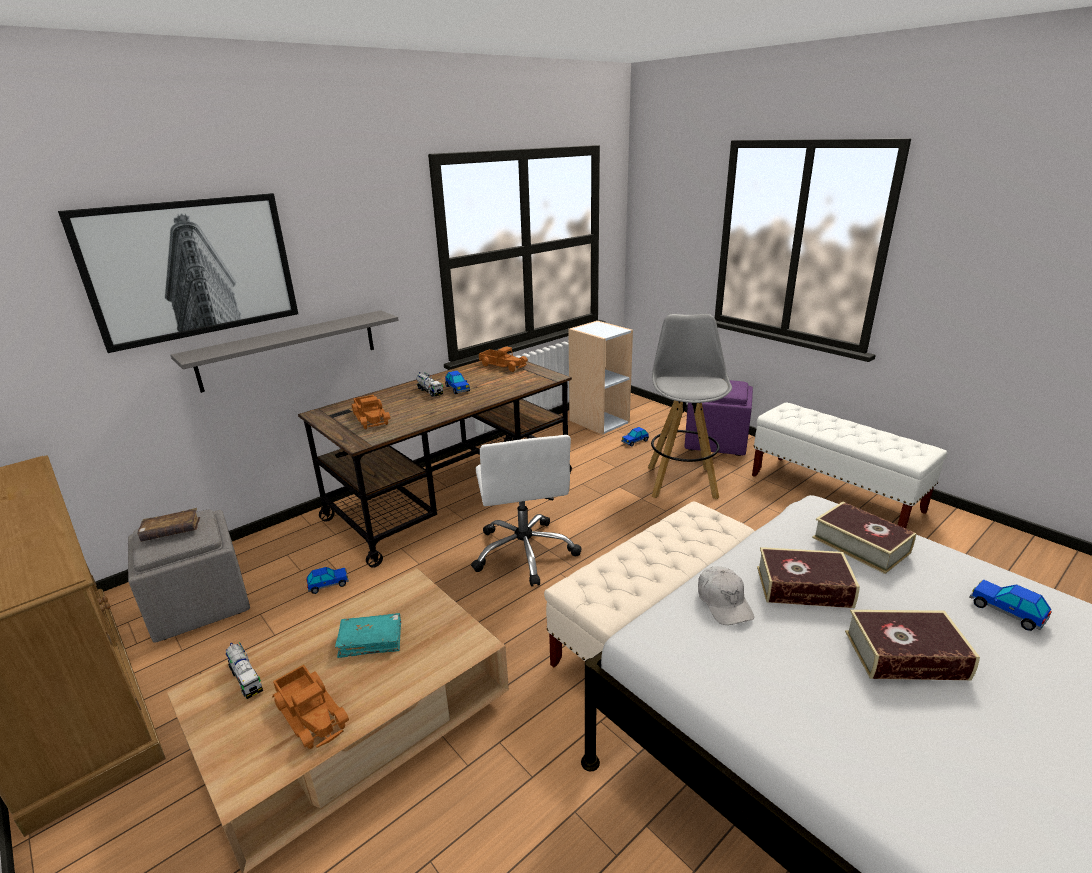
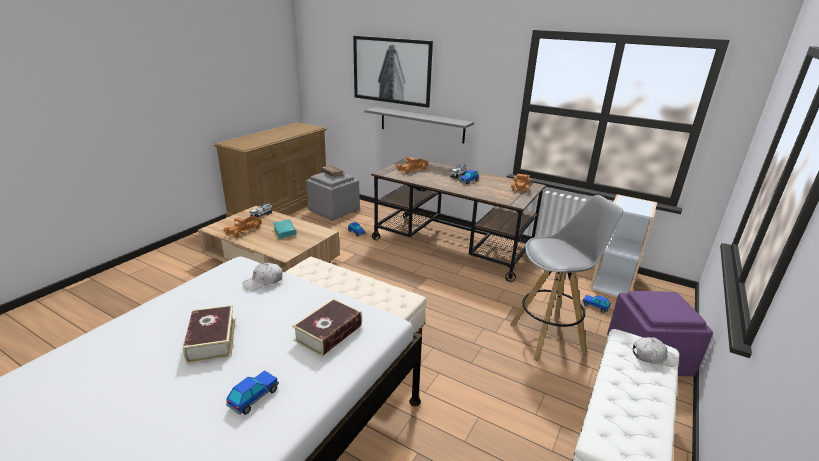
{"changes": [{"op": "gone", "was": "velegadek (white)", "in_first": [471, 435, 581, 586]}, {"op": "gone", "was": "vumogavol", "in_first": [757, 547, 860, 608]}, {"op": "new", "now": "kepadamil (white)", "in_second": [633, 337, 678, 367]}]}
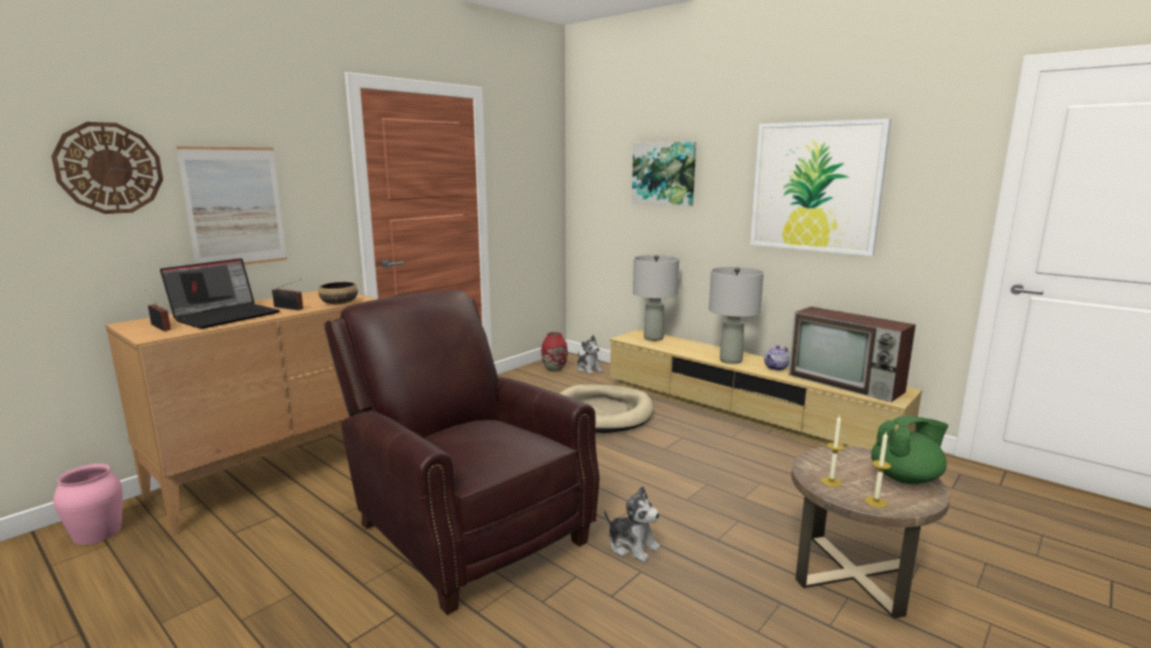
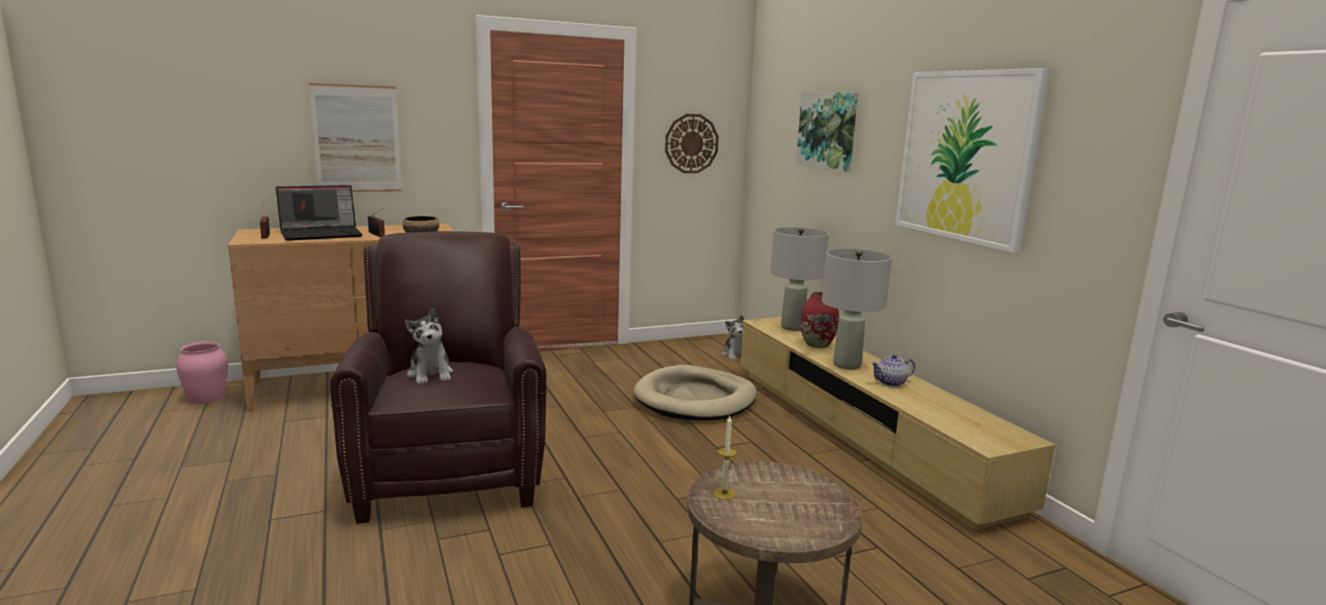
{"changes": [{"op": "shifted", "was": "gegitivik", "in_first": [51, 122, 163, 214], "in_second": [665, 114, 719, 173]}, {"op": "shifted", "was": "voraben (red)", "in_first": [541, 332, 568, 372], "in_second": [800, 292, 839, 348]}, {"op": "shifted", "was": "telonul", "in_first": [604, 486, 661, 562], "in_second": [405, 309, 453, 384]}, {"op": "gone", "was": "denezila", "in_first": [789, 306, 916, 402]}, {"op": "gone", "was": "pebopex", "in_first": [865, 432, 891, 508]}, {"op": "gone", "was": "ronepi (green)", "in_first": [871, 416, 948, 484]}]}
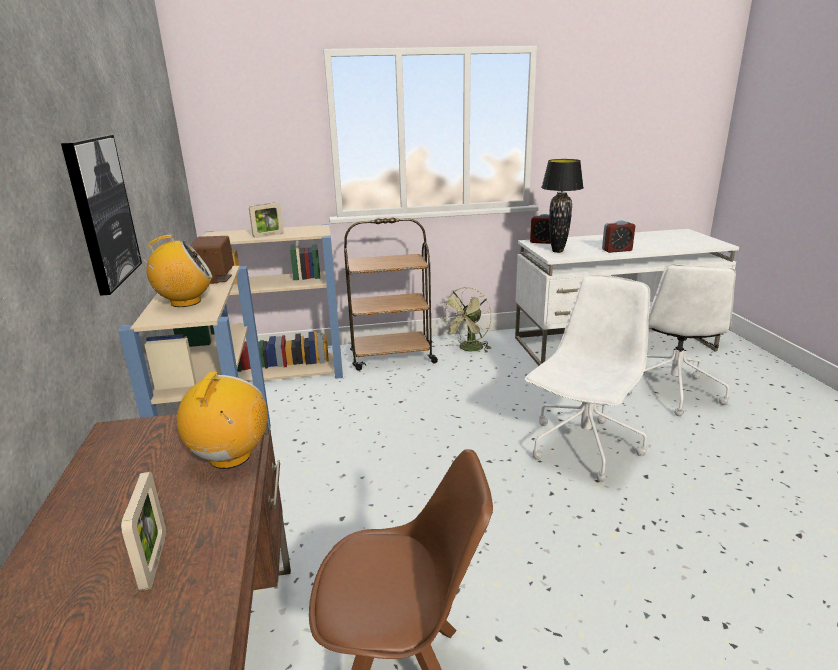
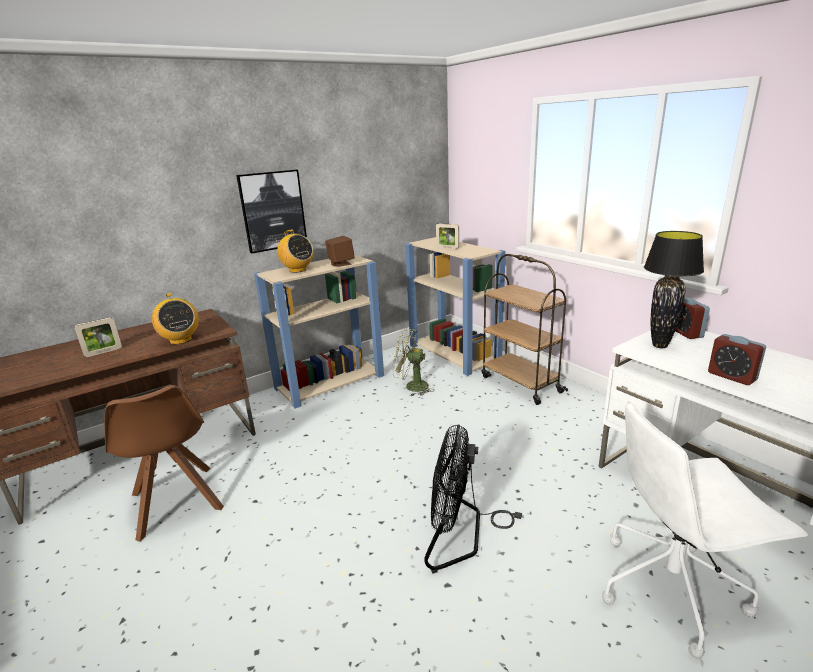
{"changes": [{"op": "rotated", "was": "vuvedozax", "in_first": [177, 372, 268, 469], "in_second": [152, 293, 199, 345], "clockwise": 75}, {"op": "shifted", "was": "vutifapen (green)", "in_first": [442, 287, 492, 353], "in_second": [393, 328, 434, 396]}, {"op": "swapped", "was": "velegadek (white)", "now": "vutifapen (black)", "in_first": [525, 275, 650, 482], "in_second": [424, 424, 524, 574]}]}
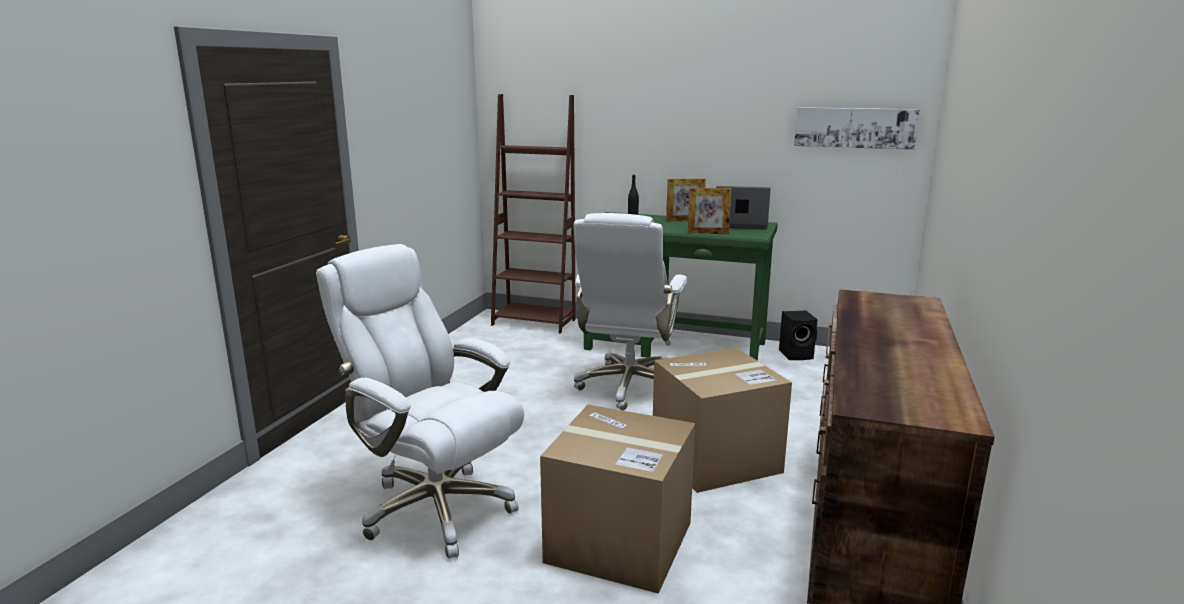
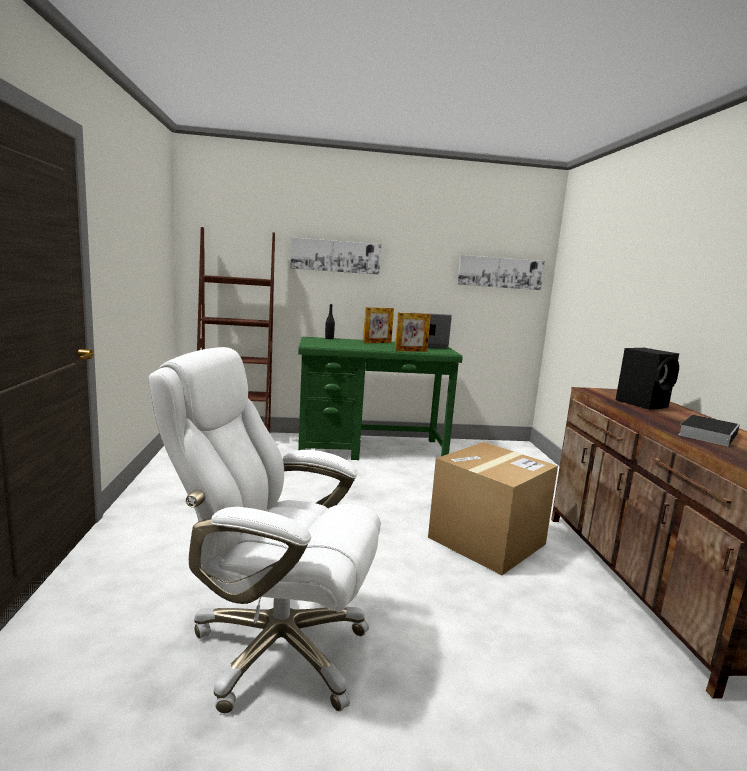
{"changes": [{"op": "gone", "was": "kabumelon", "in_first": [540, 405, 695, 594]}, {"op": "gone", "was": "velegadek (white)", "in_first": [574, 213, 687, 411]}, {"op": "shifted", "was": "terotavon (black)", "in_first": [779, 311, 818, 360], "in_second": [616, 348, 679, 410]}, {"op": "new", "now": "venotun", "in_second": [290, 237, 381, 275]}, {"op": "new", "now": "vumogavol", "in_second": [678, 415, 740, 446]}]}
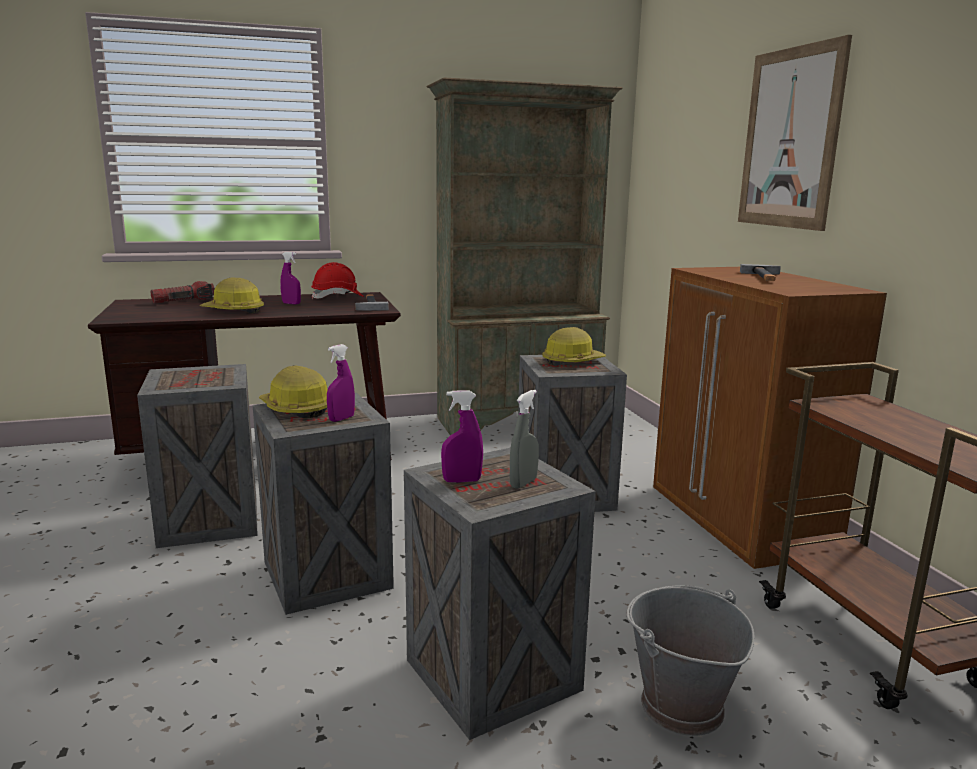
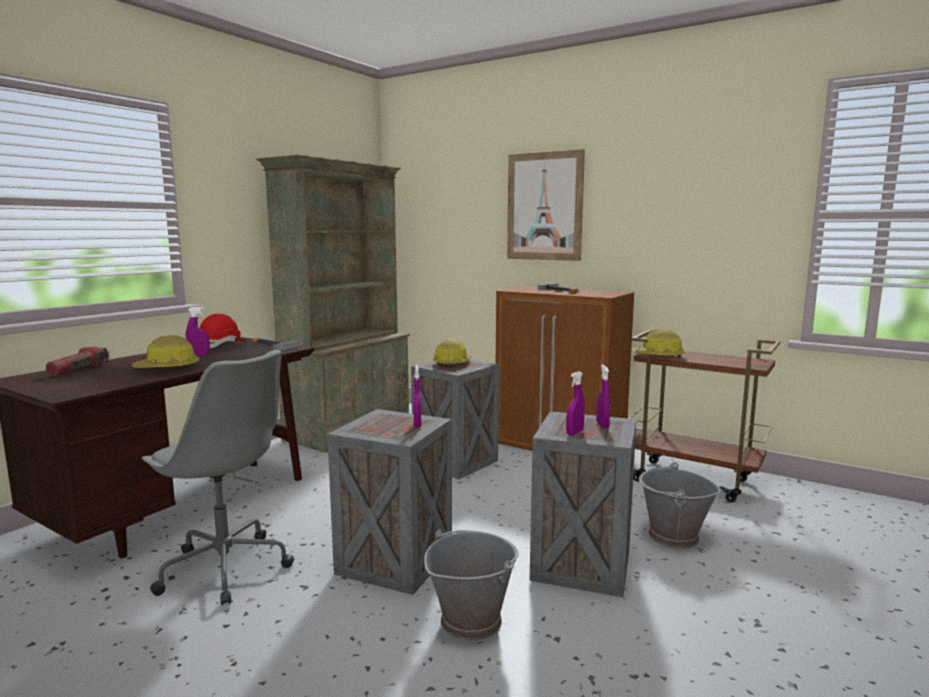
{"changes": [{"op": "swapped", "was": "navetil", "now": "velegadek (grey)", "in_first": [137, 364, 258, 548], "in_second": [141, 350, 294, 605]}, {"op": "shifted", "was": "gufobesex", "in_first": [259, 365, 328, 418], "in_second": [631, 329, 685, 358]}, {"op": "repainted", "was": "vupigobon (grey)", "now": "vupigobon (purple)", "in_first": [510, 390, 539, 489], "in_second": [596, 365, 610, 428]}, {"op": "new", "now": "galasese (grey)", "in_second": [424, 530, 519, 641]}]}
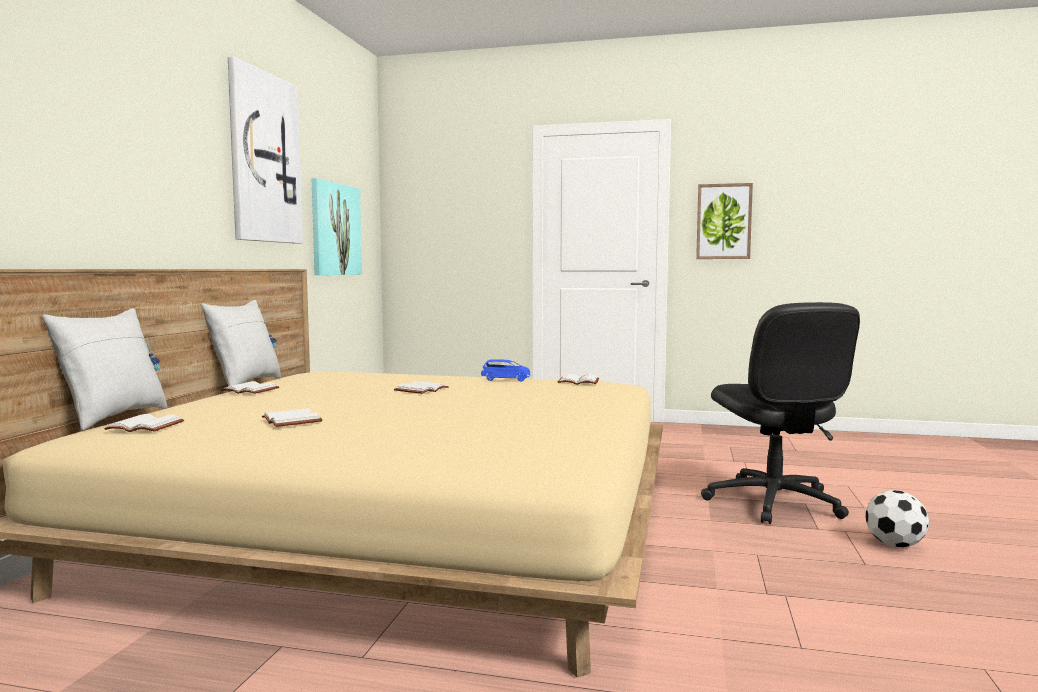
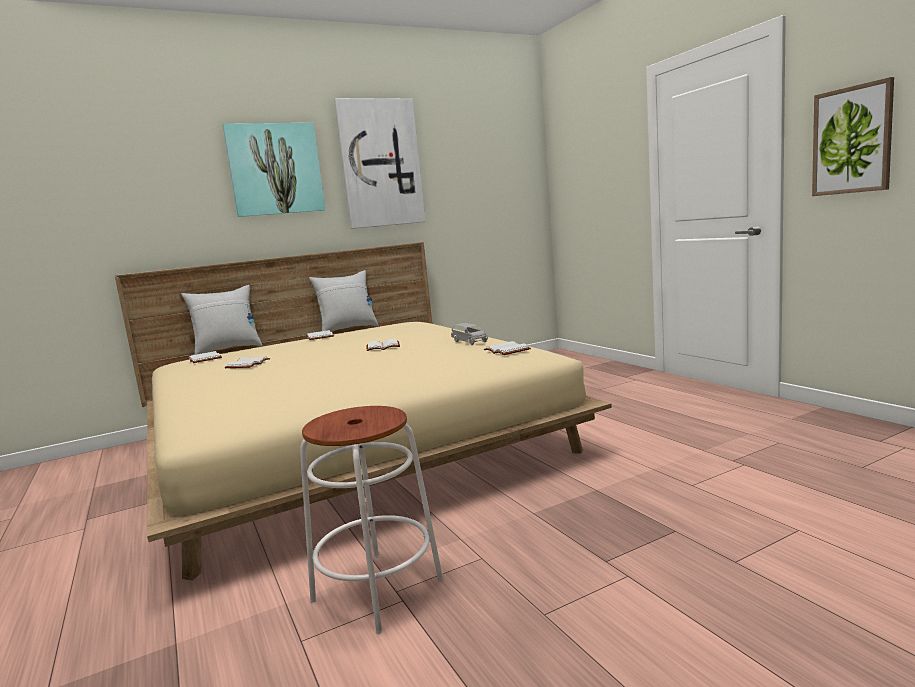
{"changes": [{"op": "shifted", "was": "venotun", "in_first": [312, 178, 362, 275], "in_second": [223, 123, 325, 217]}, {"op": "repainted", "was": "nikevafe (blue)", "now": "nikevafe (grey)", "in_first": [481, 359, 530, 381], "in_second": [451, 323, 488, 345]}, {"op": "gone", "was": "velegadek (black)", "in_first": [701, 302, 860, 524]}, {"op": "gone", "was": "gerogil", "in_first": [865, 490, 929, 548]}, {"op": "new", "now": "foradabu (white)", "in_second": [301, 406, 443, 634]}]}
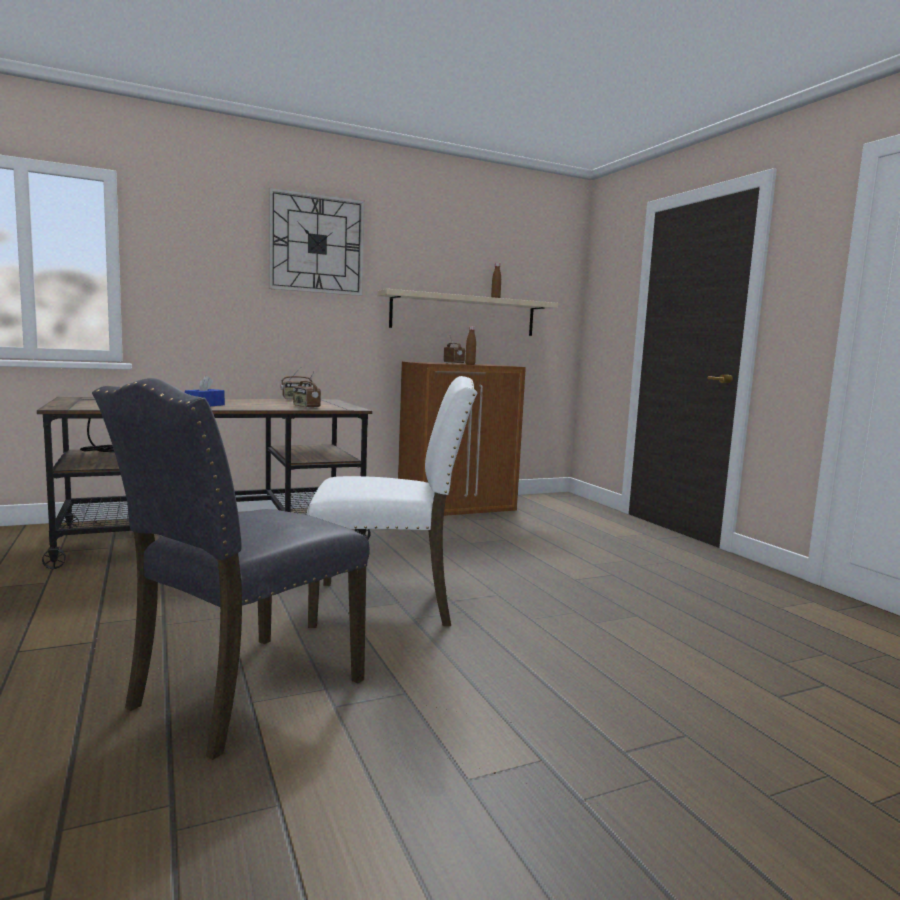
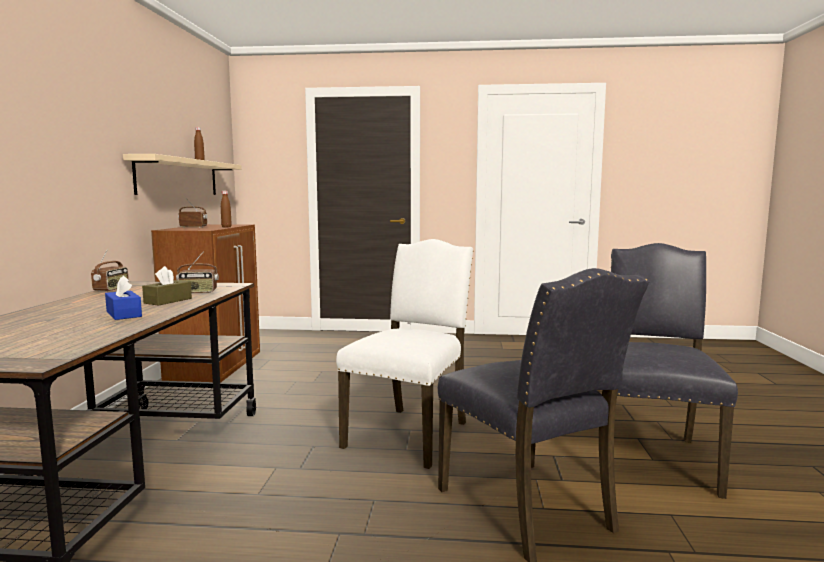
{"changes": [{"op": "gone", "was": "gegitivik", "in_first": [269, 187, 365, 296]}, {"op": "new", "now": "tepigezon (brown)", "in_second": [142, 266, 192, 306]}, {"op": "new", "now": "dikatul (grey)", "in_second": [611, 243, 738, 499]}]}
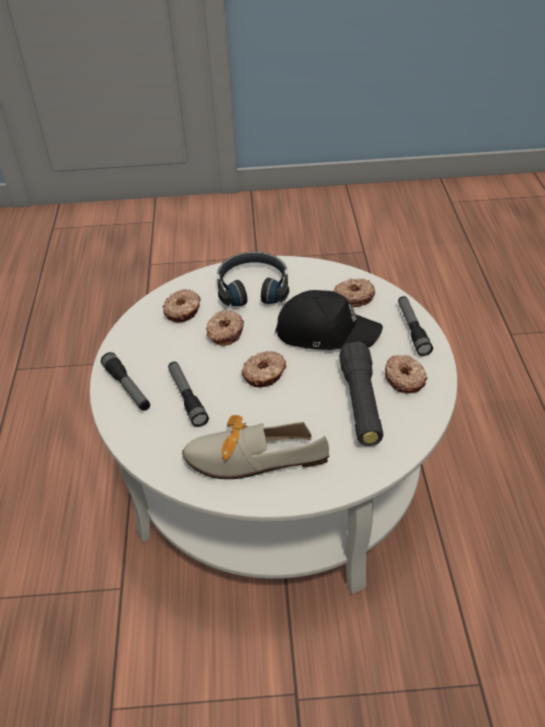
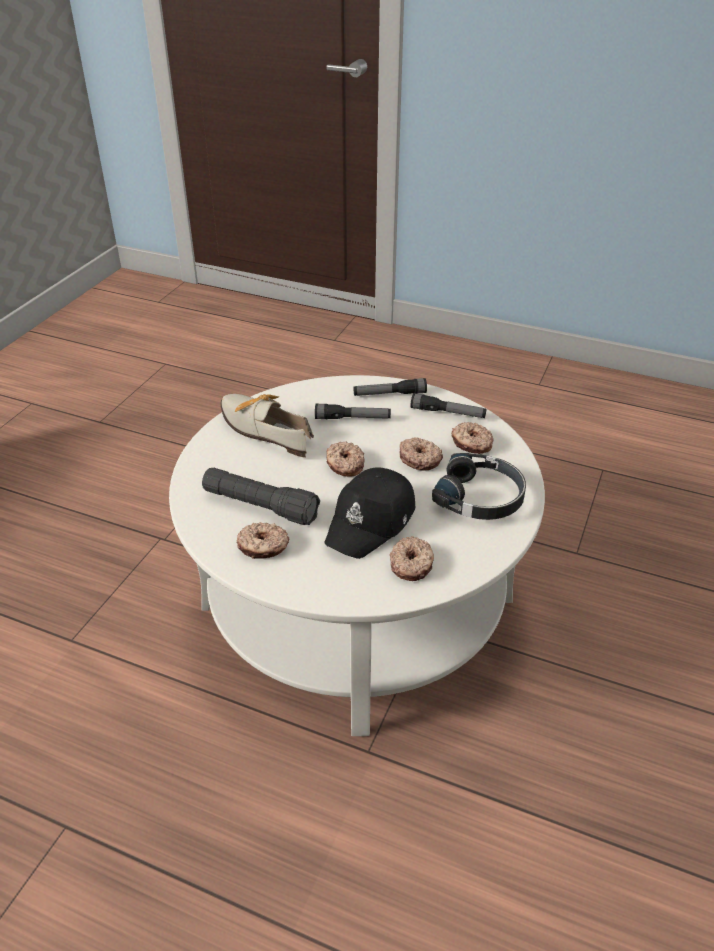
{"changes": [{"op": "rotated", "was": "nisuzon", "in_first": [182, 415, 329, 479], "in_second": [221, 394, 314, 458], "clockwise": -75}, {"op": "shifted", "was": "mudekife", "in_first": [398, 296, 433, 356], "in_second": [410, 393, 486, 418]}]}
